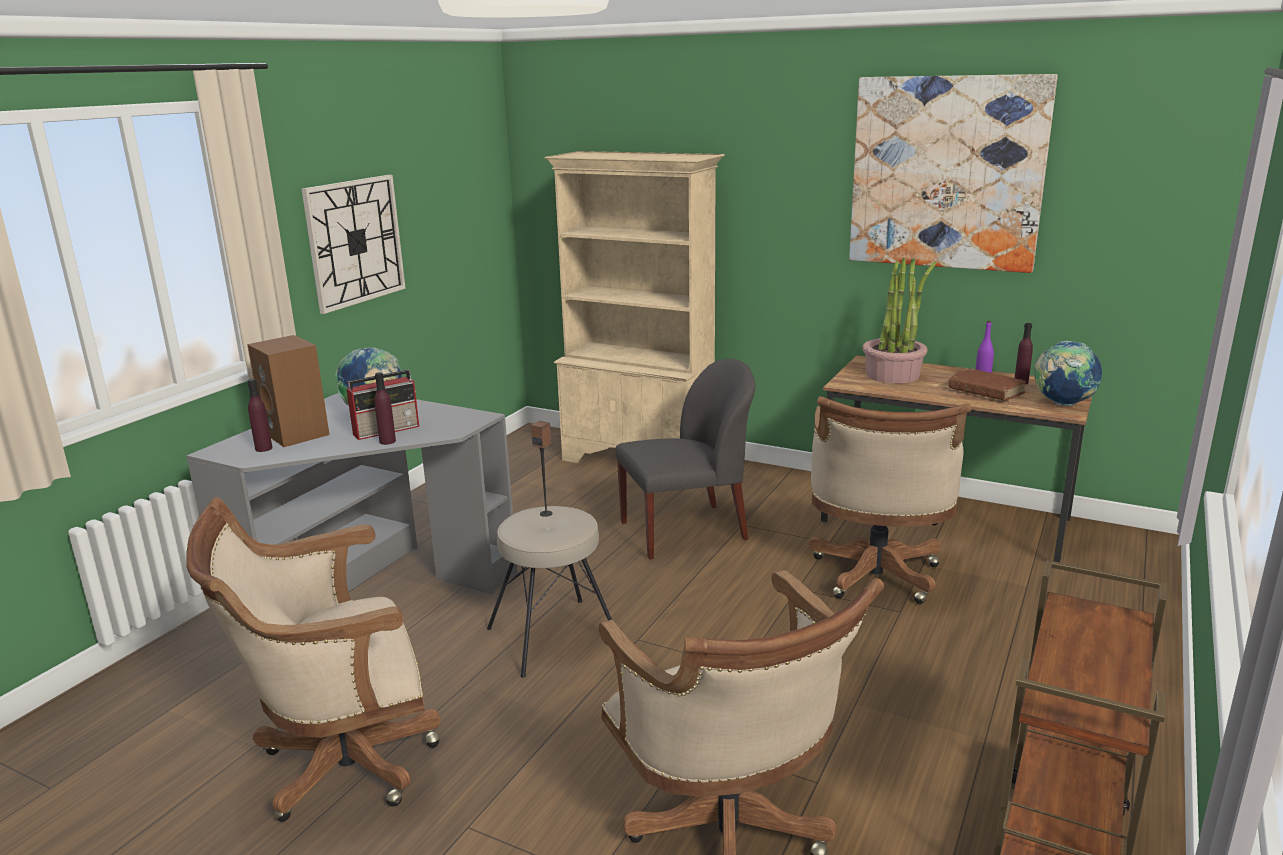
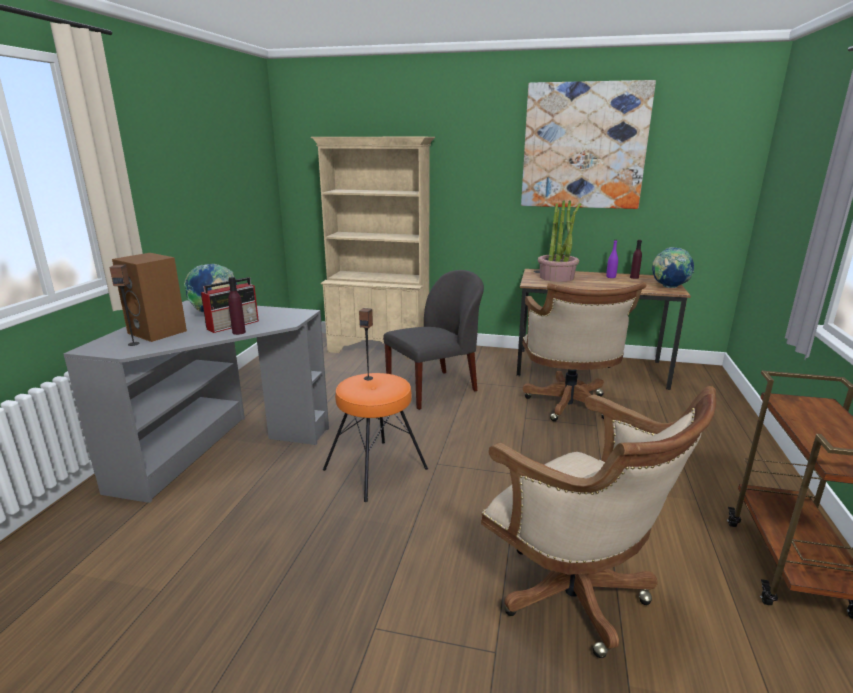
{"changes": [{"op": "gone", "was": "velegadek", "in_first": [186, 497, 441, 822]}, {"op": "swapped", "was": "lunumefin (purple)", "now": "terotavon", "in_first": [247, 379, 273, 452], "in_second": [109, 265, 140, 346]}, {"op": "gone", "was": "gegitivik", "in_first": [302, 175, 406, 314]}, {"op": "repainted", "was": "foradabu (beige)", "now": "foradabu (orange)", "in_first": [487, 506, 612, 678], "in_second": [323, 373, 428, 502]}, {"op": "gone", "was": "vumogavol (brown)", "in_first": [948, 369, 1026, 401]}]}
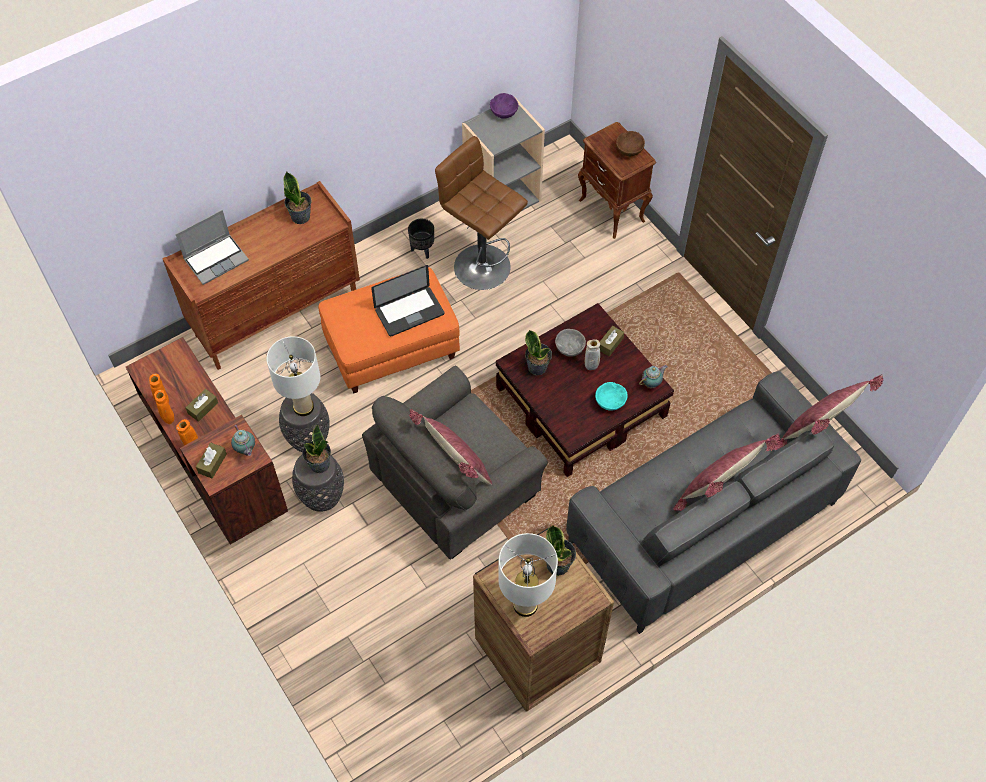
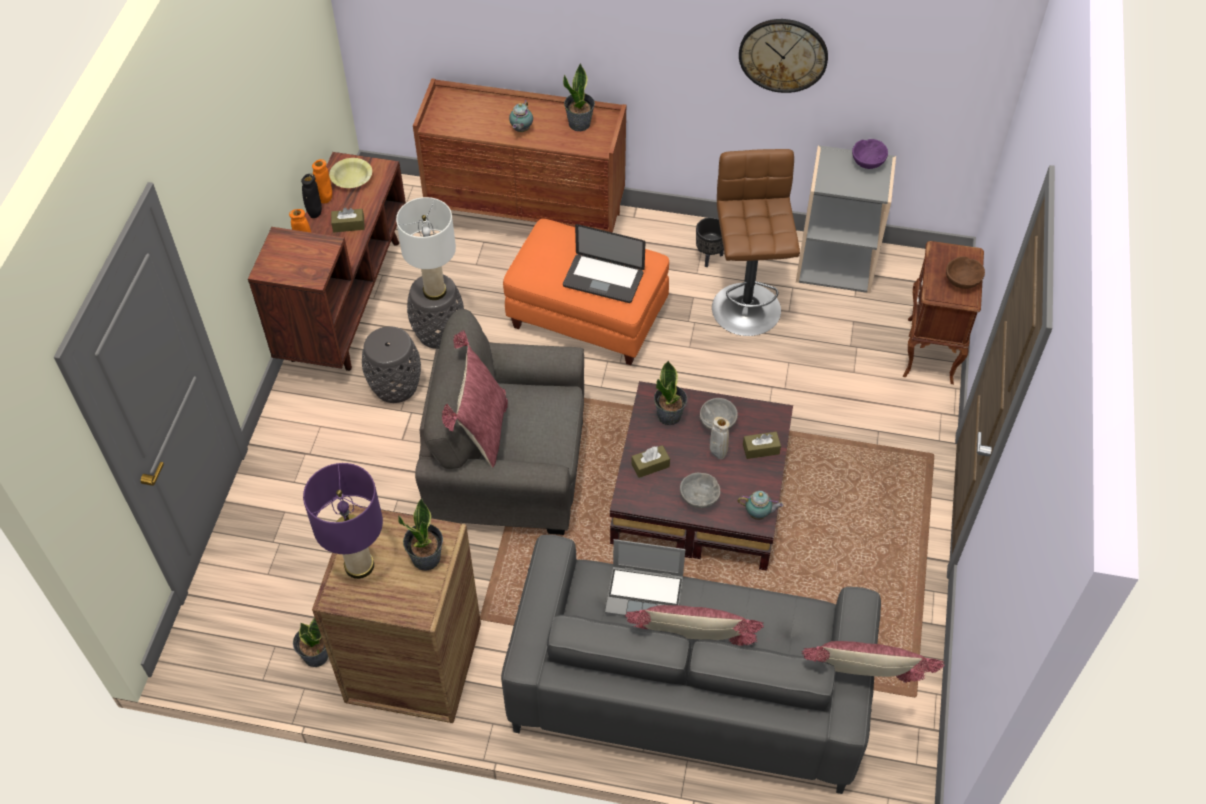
{"changes": [{"op": "repainted", "was": "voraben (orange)", "now": "voraben (black)", "in_first": [154, 390, 174, 424], "in_second": [301, 174, 322, 218]}, {"op": "shifted", "was": "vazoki", "in_first": [175, 210, 249, 285], "in_second": [605, 539, 685, 616]}, {"op": "shifted", "was": "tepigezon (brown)", "in_first": [196, 443, 227, 478], "in_second": [631, 445, 670, 478]}, {"op": "shifted", "was": "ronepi", "in_first": [231, 425, 255, 456], "in_second": [509, 101, 533, 132]}, {"op": "shifted", "was": "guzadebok", "in_first": [302, 424, 331, 473], "in_second": [293, 617, 328, 667]}, {"op": "repainted", "was": "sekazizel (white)", "now": "sekazizel (purple)", "in_first": [498, 533, 558, 617], "in_second": [303, 463, 383, 579]}, {"op": "repainted", "was": "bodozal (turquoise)", "now": "bodozal (grey)", "in_first": [595, 382, 627, 411], "in_second": [680, 473, 720, 508]}, {"op": "new", "now": "bodozal (yellow)", "in_second": [329, 158, 372, 188]}, {"op": "new", "now": "gegitivik", "in_second": [739, 19, 828, 93]}]}
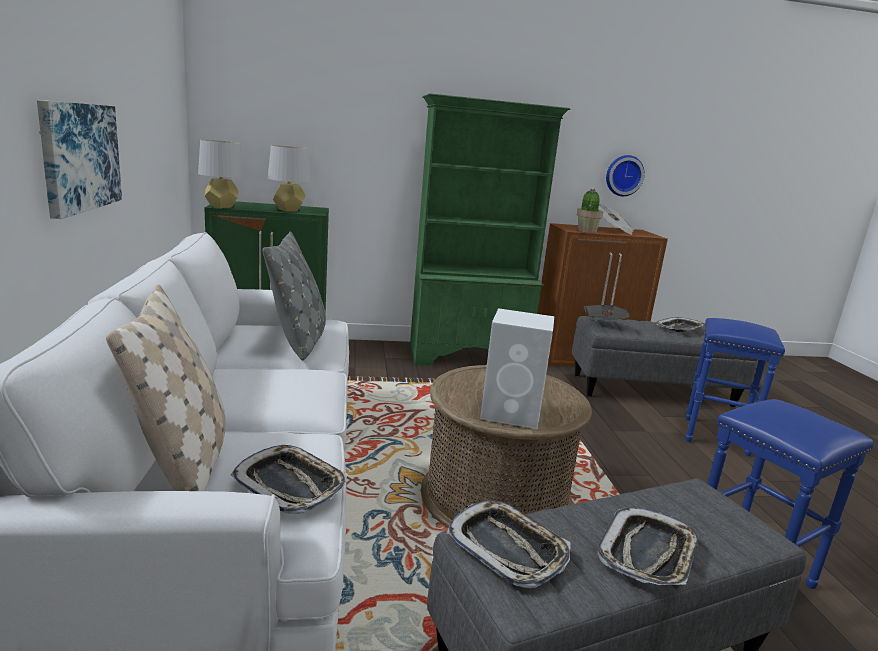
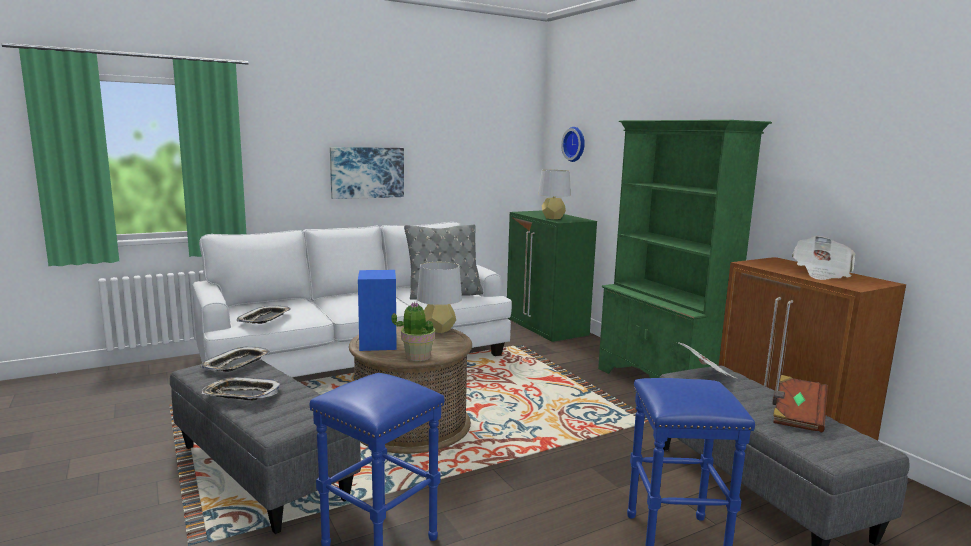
{"changes": [{"op": "gone", "was": "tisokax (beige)", "in_first": [106, 285, 226, 491]}, {"op": "shifted", "was": "sekazizel (grey)", "in_first": [198, 140, 244, 208], "in_second": [417, 262, 462, 333]}, {"op": "repainted", "was": "terotavon (white)", "now": "terotavon (blue)", "in_first": [480, 308, 555, 429], "in_second": [358, 270, 397, 351]}, {"op": "shifted", "was": "guzadebok", "in_first": [577, 188, 604, 233], "in_second": [391, 301, 435, 361]}, {"op": "shifted", "was": "gegitivik", "in_first": [606, 155, 645, 196], "in_second": [561, 127, 585, 162]}, {"op": "swapped", "was": "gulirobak", "now": "vumogavol (brown)", "in_first": [656, 317, 705, 332], "in_second": [772, 375, 828, 432]}]}
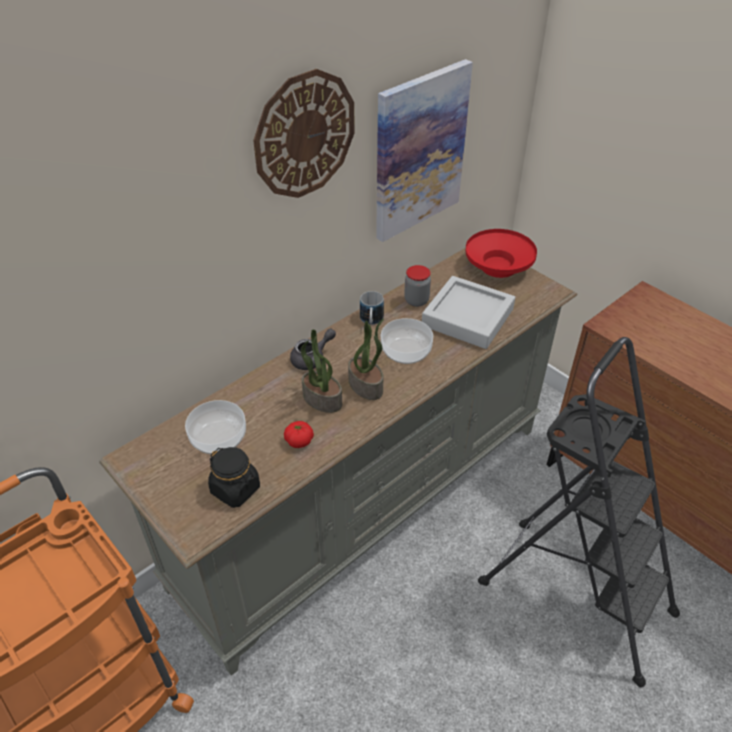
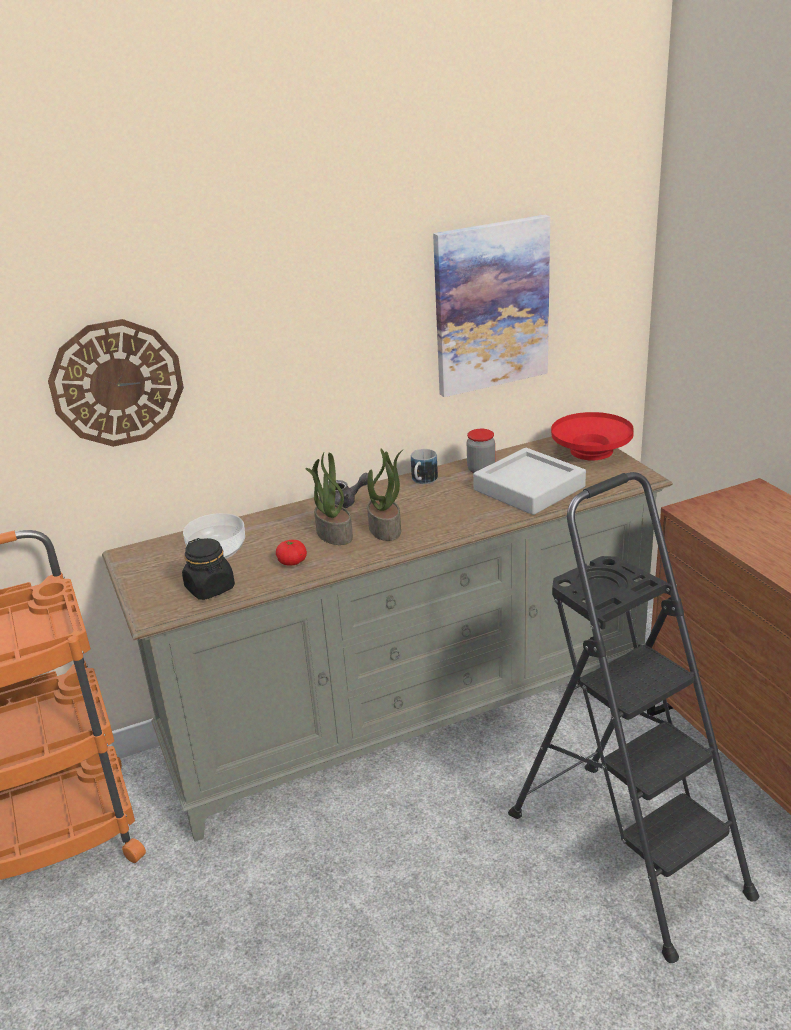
{"changes": [{"op": "shifted", "was": "gegitivik", "in_first": [253, 69, 355, 198], "in_second": [48, 319, 184, 447]}, {"op": "gone", "was": "bodozal", "in_first": [381, 318, 433, 364]}]}
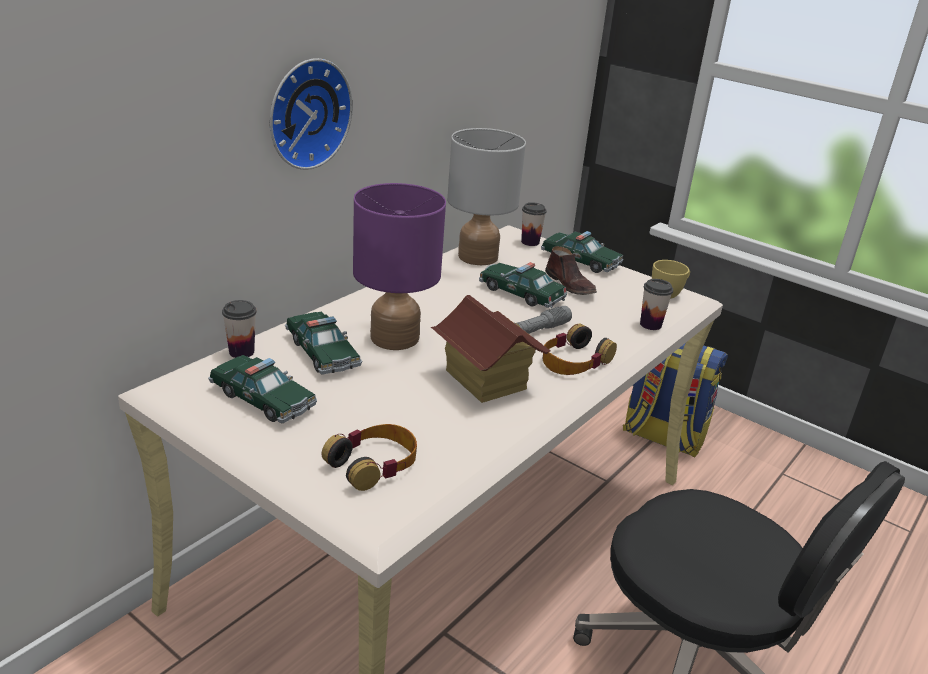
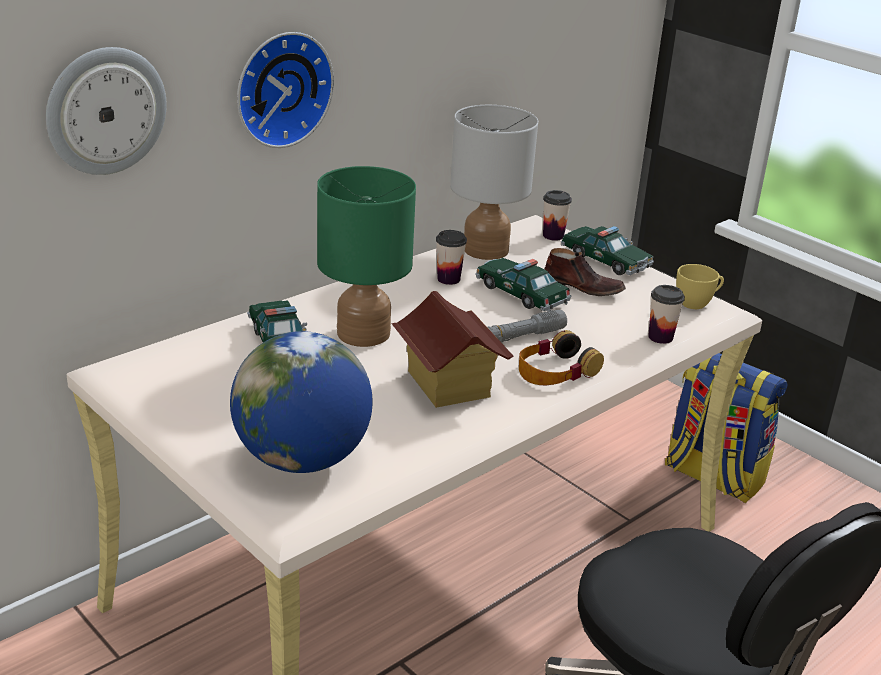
{"changes": [{"op": "gone", "was": "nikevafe", "in_first": [208, 355, 317, 423]}, {"op": "shifted", "was": "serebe", "in_first": [222, 300, 257, 358], "in_second": [436, 230, 467, 285]}, {"op": "swapped", "was": "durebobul", "now": "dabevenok", "in_first": [321, 424, 417, 491], "in_second": [230, 331, 373, 473]}, {"op": "repainted", "was": "sekazizel (purple)", "now": "sekazizel (green)", "in_first": [353, 183, 446, 350], "in_second": [317, 166, 416, 347]}, {"op": "rotated", "was": "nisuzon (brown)", "in_first": [545, 246, 597, 295], "in_second": [544, 248, 626, 296], "clockwise": -45}, {"op": "new", "now": "gegitivik", "in_second": [46, 47, 167, 175]}]}
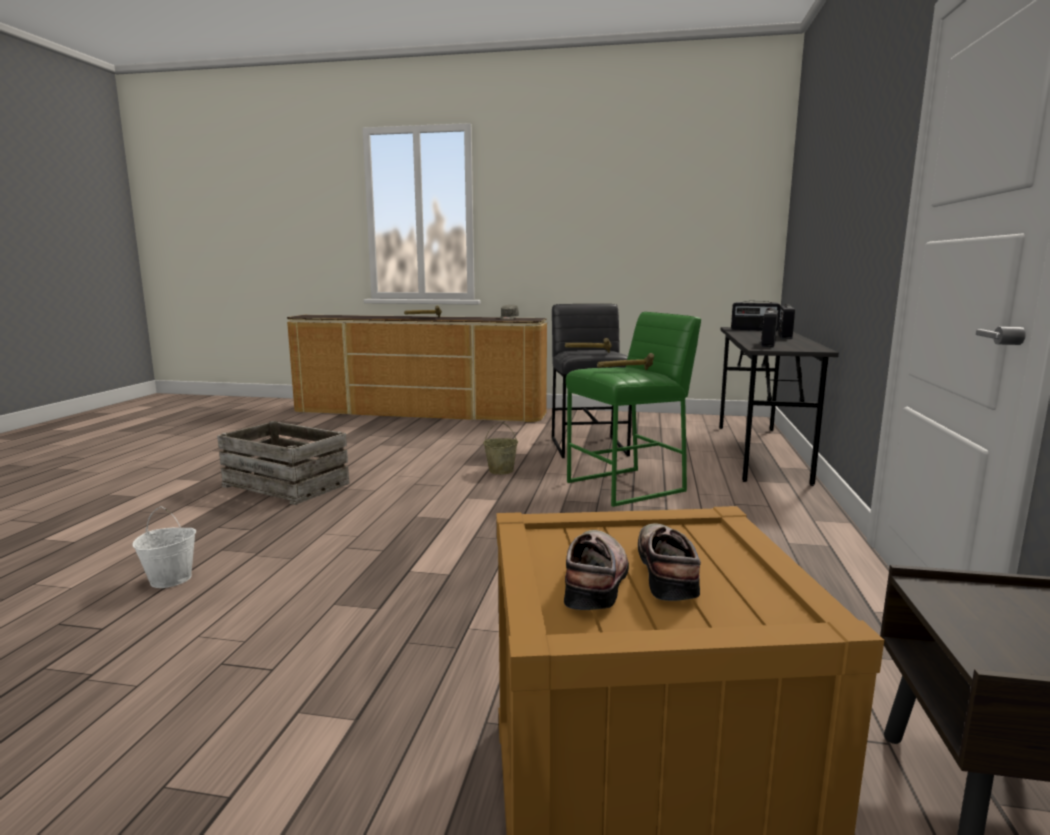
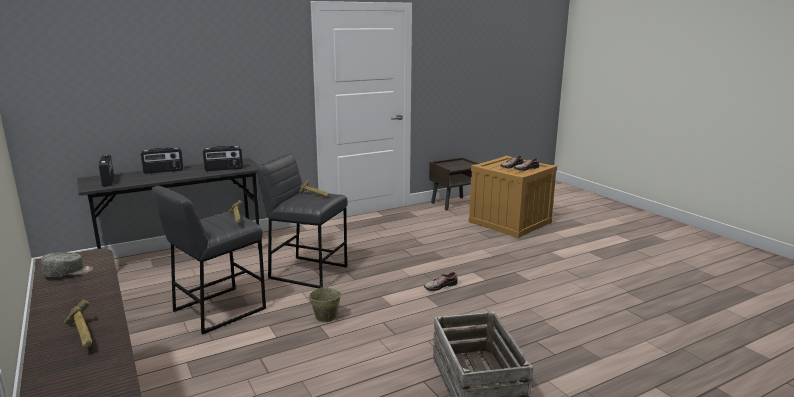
{"changes": [{"op": "gone", "was": "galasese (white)", "in_first": [133, 506, 196, 588]}, {"op": "repainted", "was": "foradabu (green)", "now": "foradabu (grey)", "in_first": [566, 312, 701, 507], "in_second": [256, 154, 348, 288]}, {"op": "new", "now": "nisuzon", "in_second": [424, 272, 458, 291]}]}
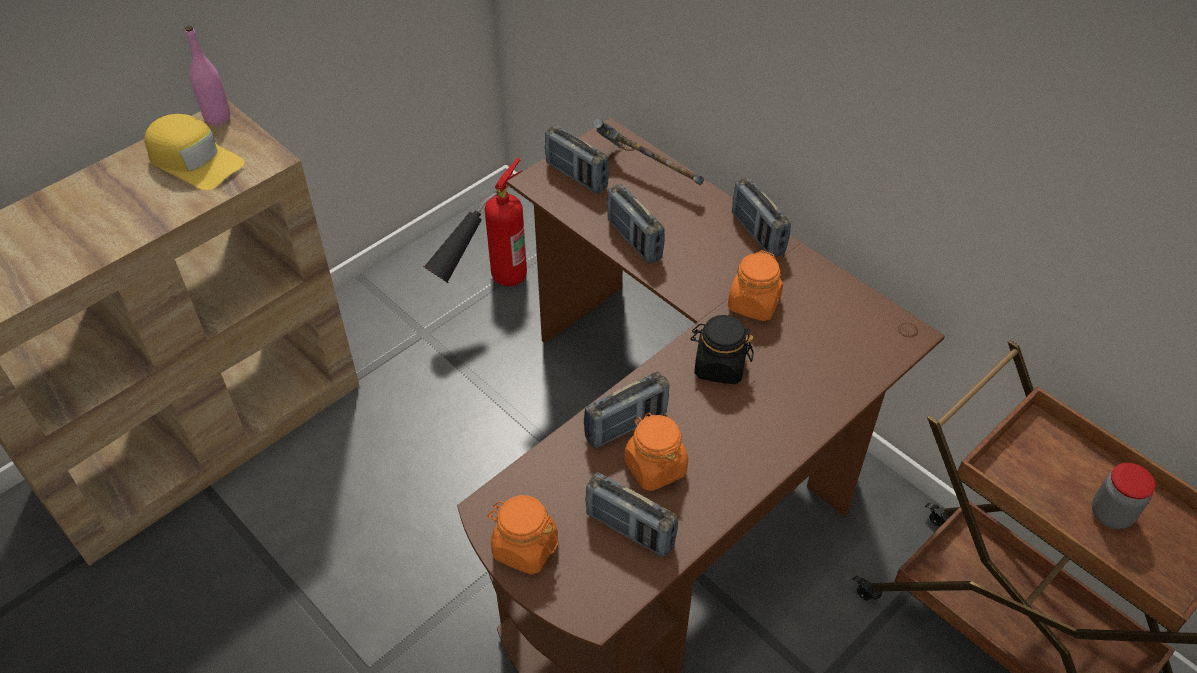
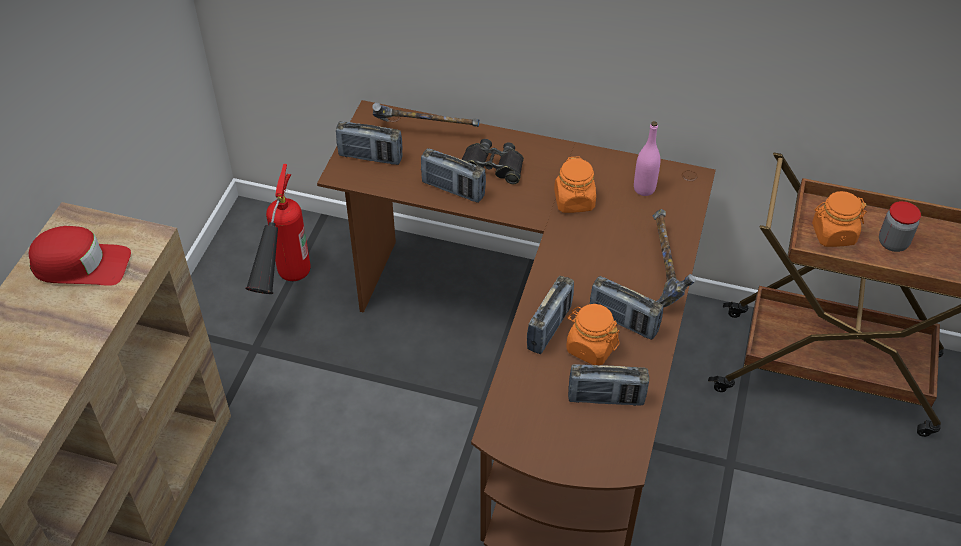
{"changes": [{"op": "repainted", "was": "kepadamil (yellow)", "now": "kepadamil (red)", "in_first": [144, 114, 245, 191], "in_second": [29, 226, 131, 286]}, {"op": "shifted", "was": "lunumefin (pink)", "in_first": [185, 26, 230, 125], "in_second": [634, 121, 661, 196]}, {"op": "shifted", "was": "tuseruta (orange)", "in_first": [487, 495, 559, 575], "in_second": [812, 191, 867, 247]}, {"op": "gone", "was": "tuseruta (black)", "in_first": [690, 315, 754, 384]}, {"op": "shifted", "was": "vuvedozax", "in_first": [732, 177, 791, 257], "in_second": [590, 276, 663, 340]}, {"op": "new", "now": "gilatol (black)", "in_second": [462, 139, 524, 184]}, {"op": "new", "now": "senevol", "in_second": [652, 209, 696, 307]}]}
